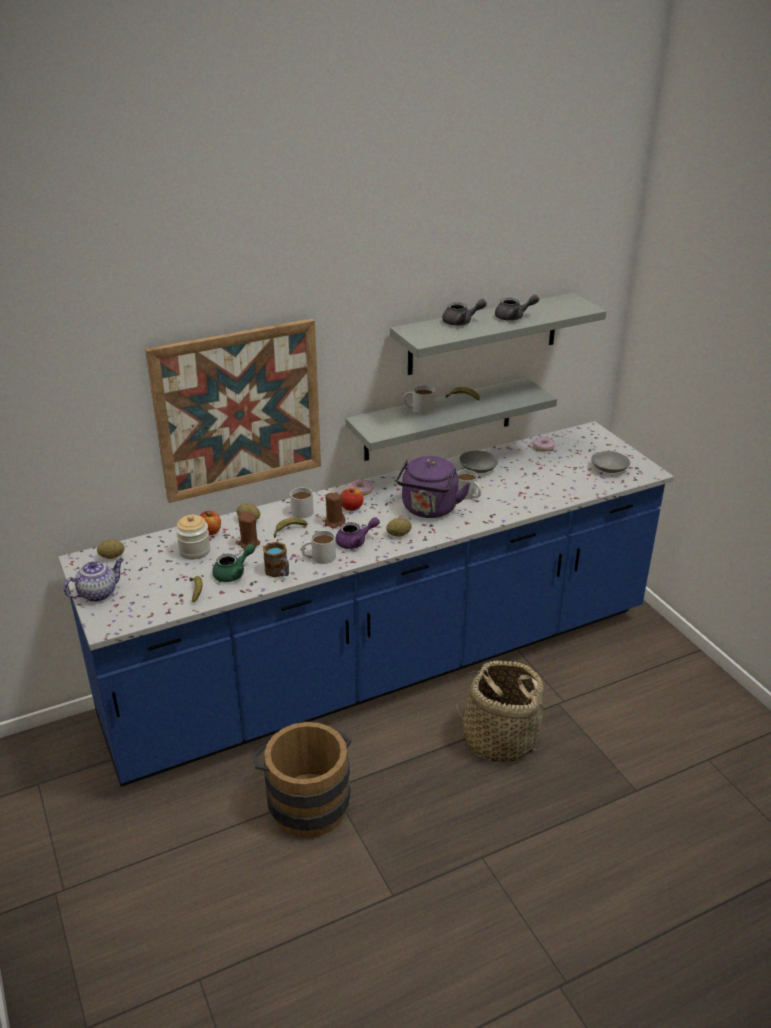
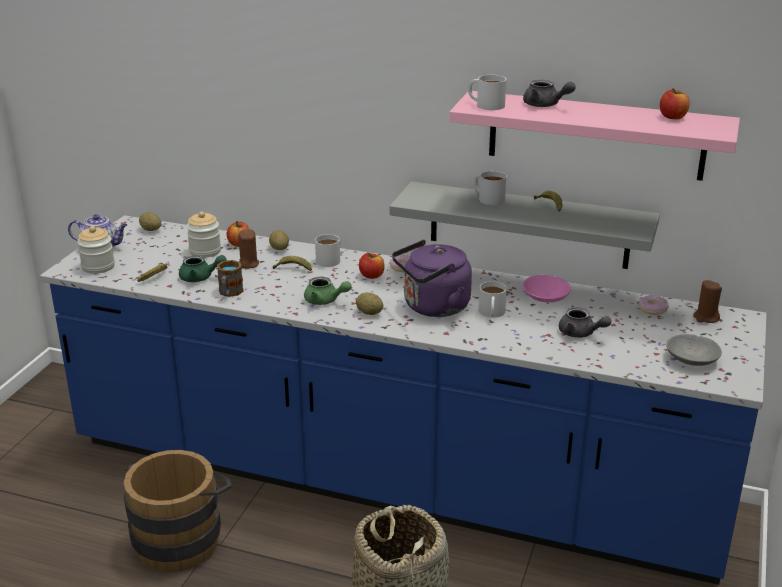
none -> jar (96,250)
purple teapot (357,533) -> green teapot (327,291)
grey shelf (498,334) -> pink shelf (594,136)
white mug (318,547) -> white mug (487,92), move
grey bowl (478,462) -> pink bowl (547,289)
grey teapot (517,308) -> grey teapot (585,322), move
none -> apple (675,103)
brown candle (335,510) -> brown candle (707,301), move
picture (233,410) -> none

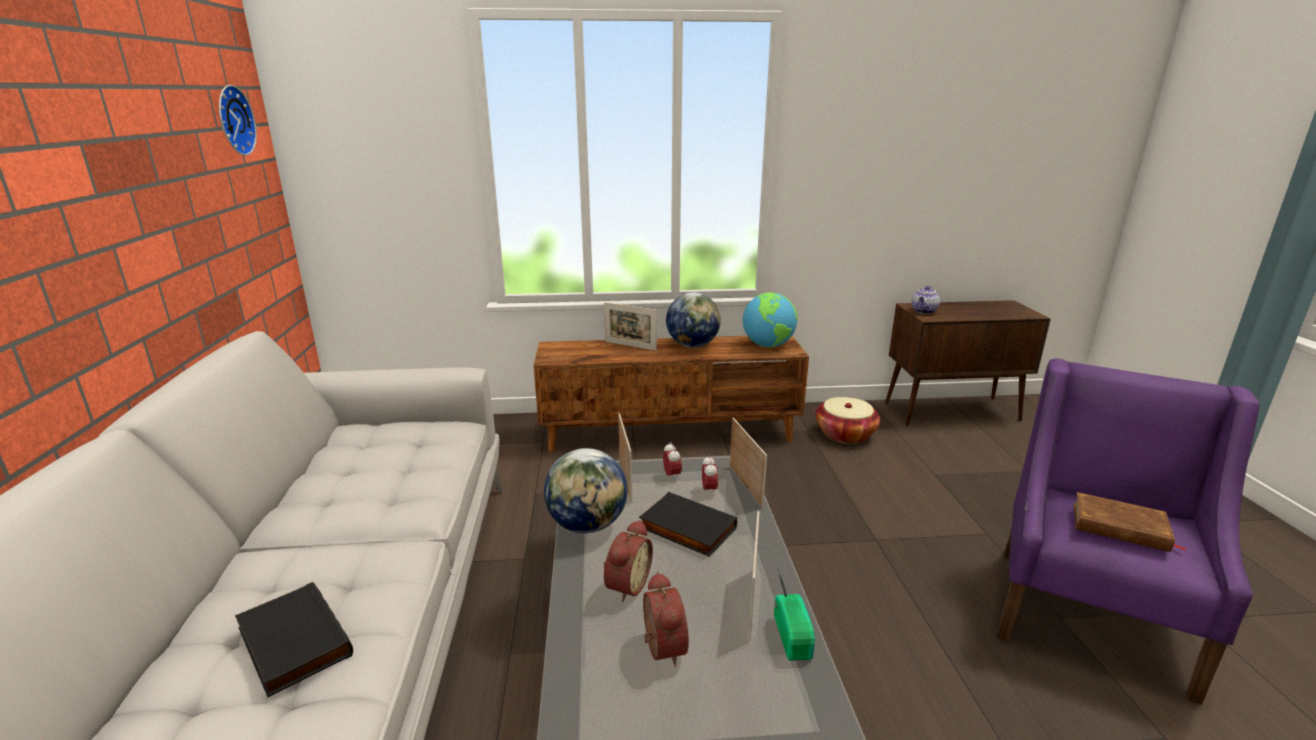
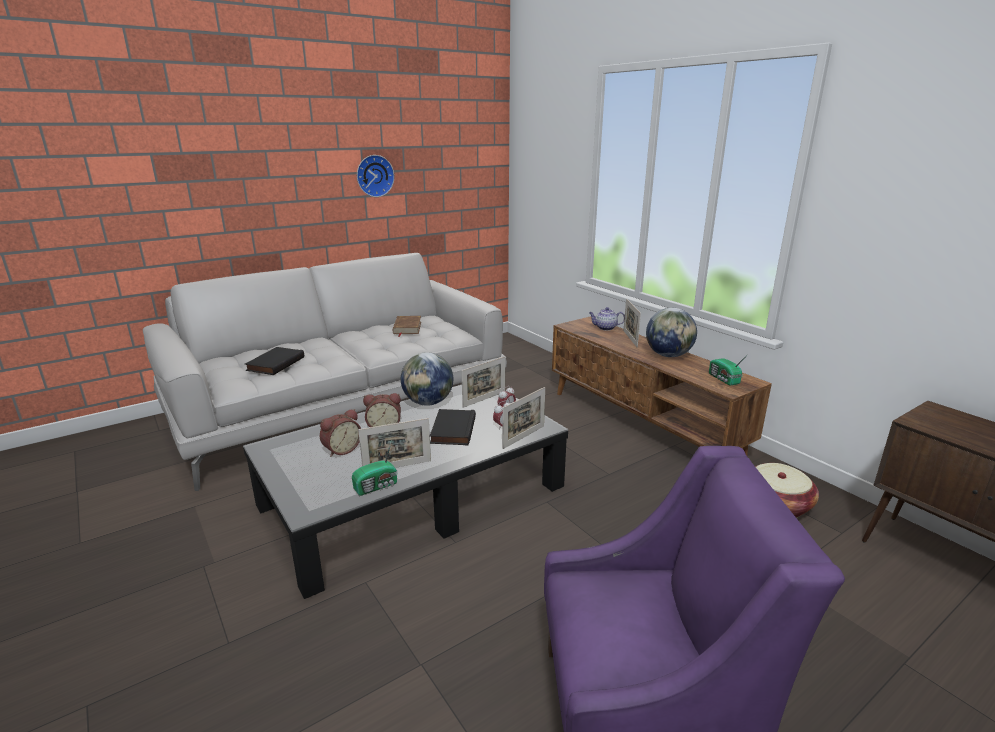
wall clock (238,120) -> wall clock (376,176), move
brown book (1130,522) -> brown book (407,326), move
teapot (925,300) -> teapot (607,319), move
globe (770,320) -> radio (728,369)

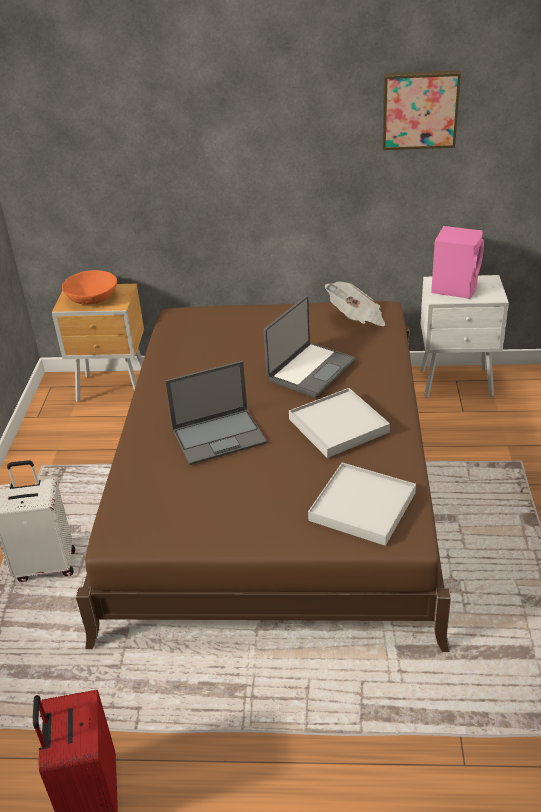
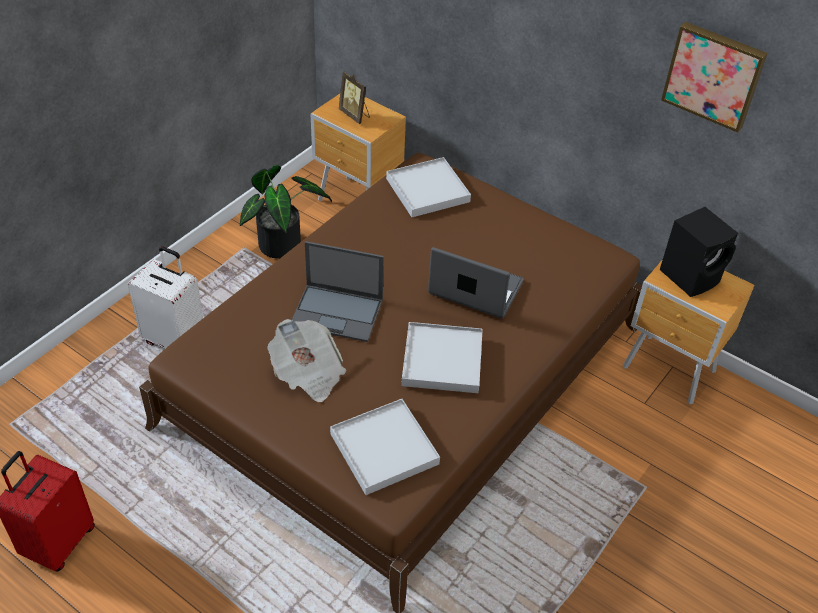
none -> potted plant (286,212)
newspaper (355,304) -> newspaper (306,360), move
orange bowl (89,287) -> picture frame (354,97)
none -> white tray (428,187)
laptop (309,347) -> laptop (475,283), 135 degrees counterclockwise
white nightstand (464,336) -> brown nightstand (689,331)
pink speaker (457,262) -> black speaker (699,252)

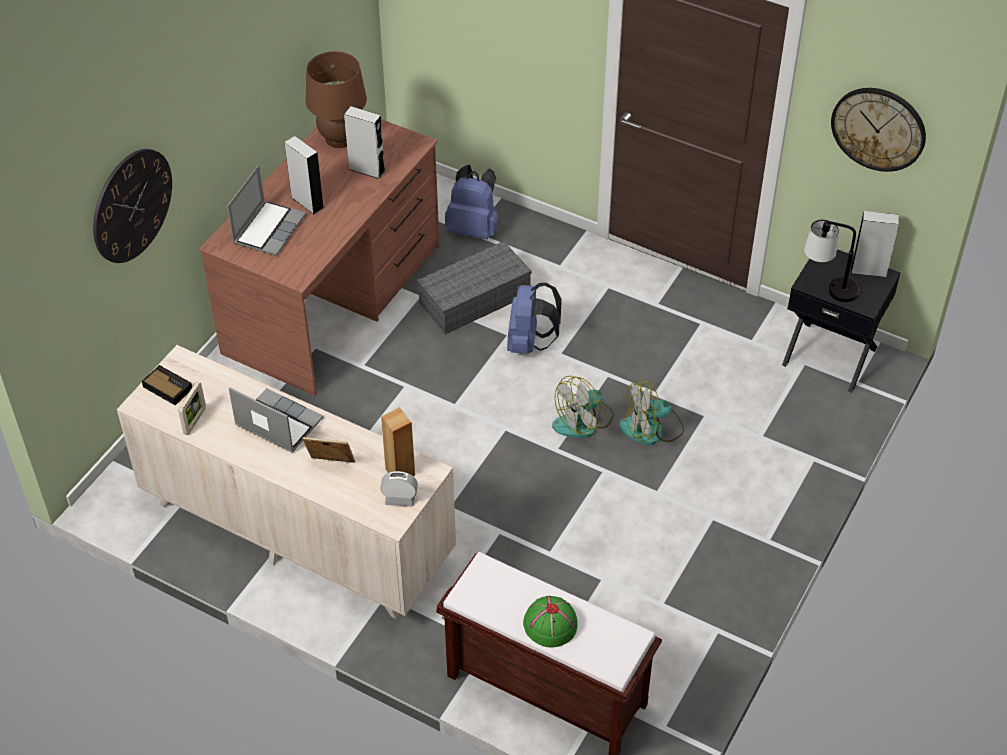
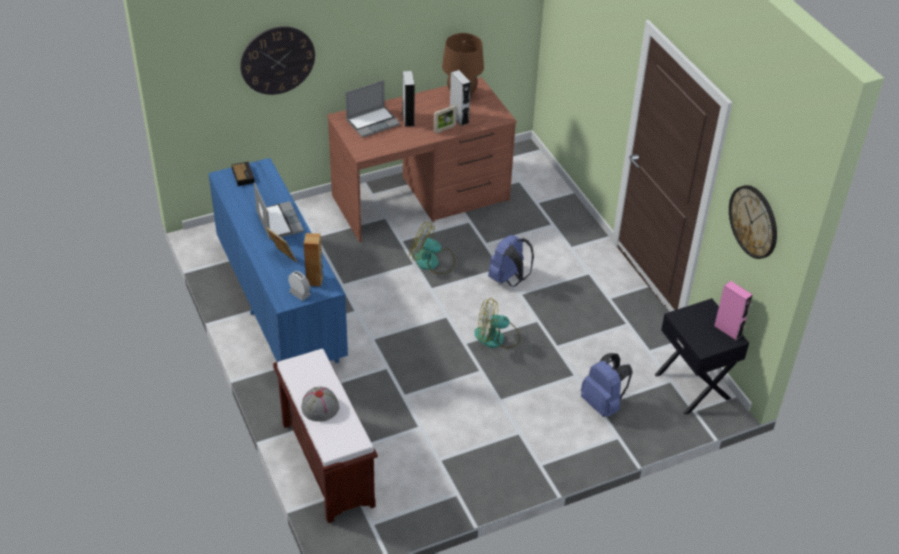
beige dresser (286,482) -> blue dresser (278,260)
green hat (550,621) -> grey hat (320,404)
fan (651,411) -> fan (432,248), move
picture frame (192,408) -> picture frame (445,119), move
blue backpack (471,201) -> blue backpack (607,385), move
grey speaker (875,244) -> pink speaker (733,311)
grey storage box (474,287) -> none
table lamp (832,260) -> none

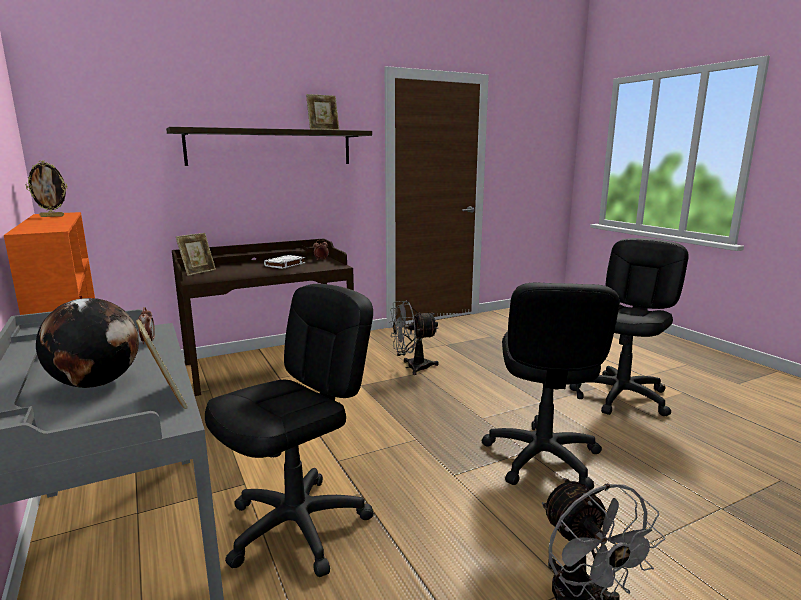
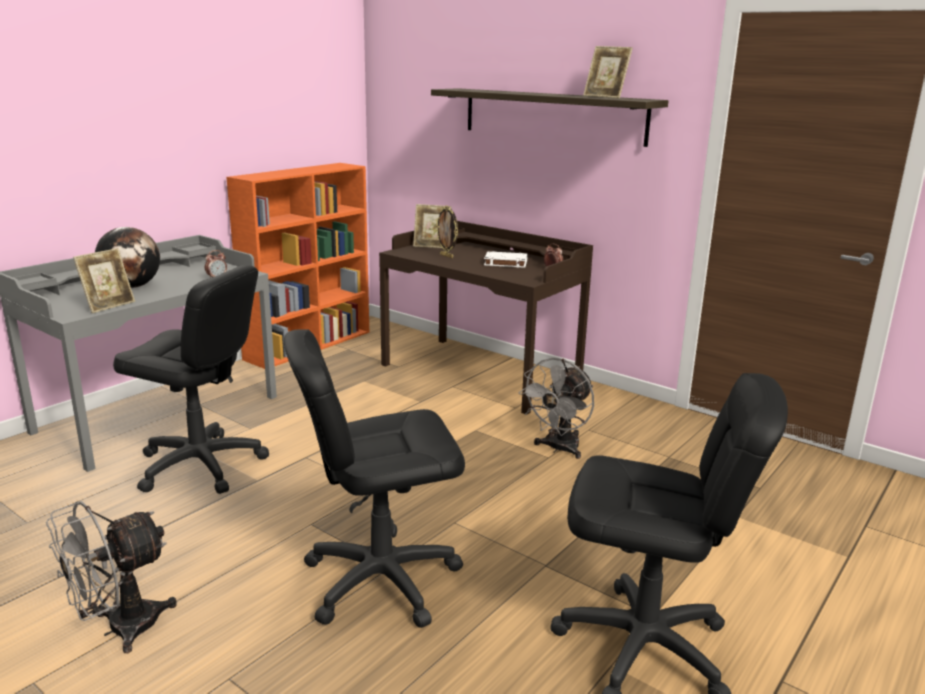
picture frame (46,189) -> picture frame (447,232), move
grey fan (414,337) -> grey fan (556,408), 105 degrees counterclockwise

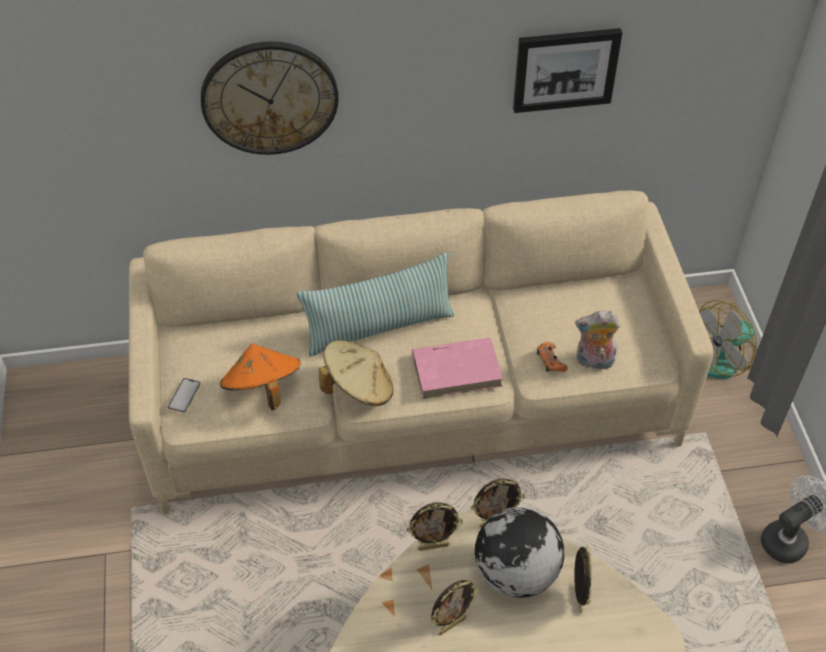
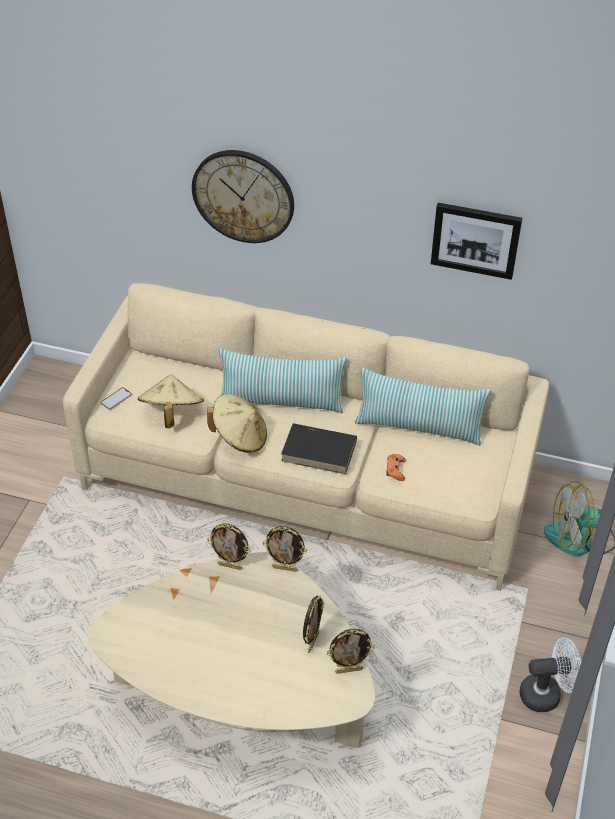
orange hat (260,376) -> beige hat (171,401)
pink book (457,368) -> black book (319,448)
picture frame (454,607) -> picture frame (351,651), move
none -> pillow (423,407)
globe (519,552) -> none
plush toy (597,340) -> none

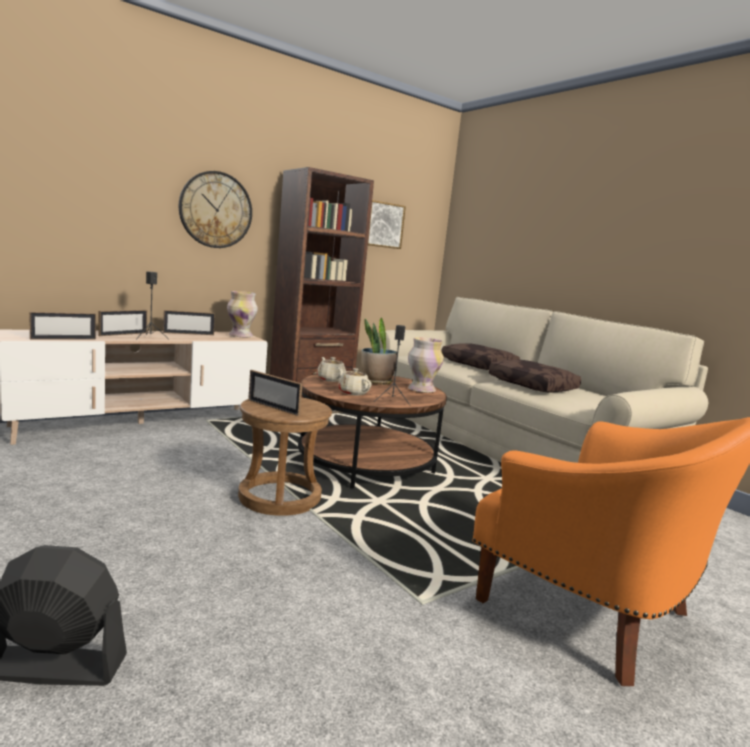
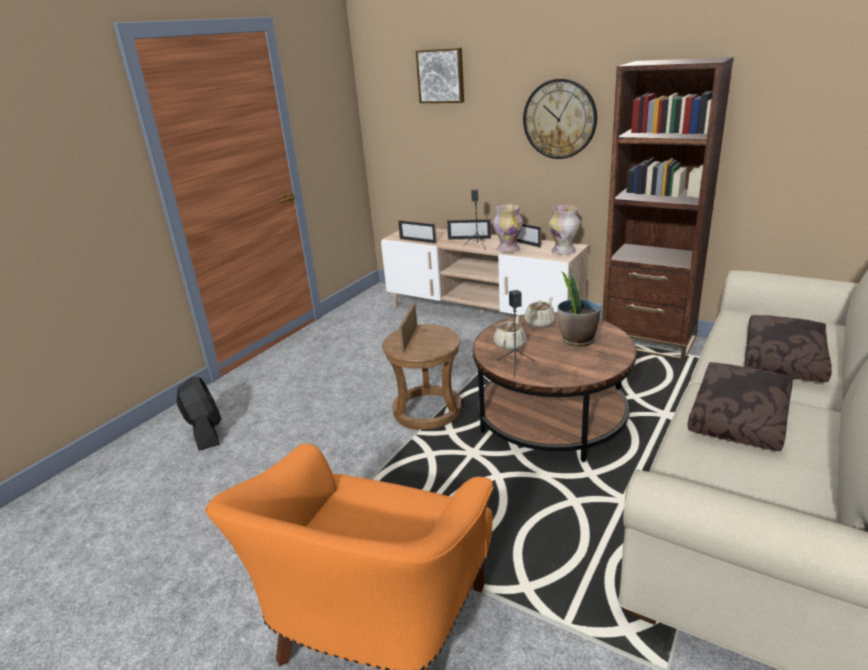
picture (387,224) -> picture (440,75), move
vase (426,365) -> vase (508,228), move

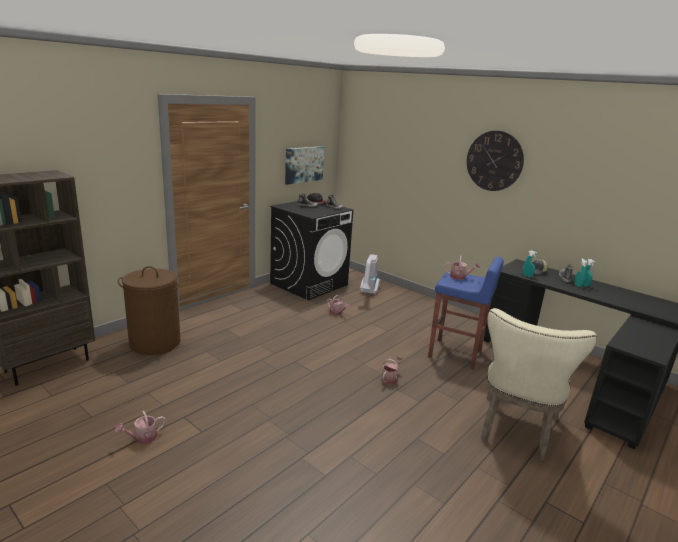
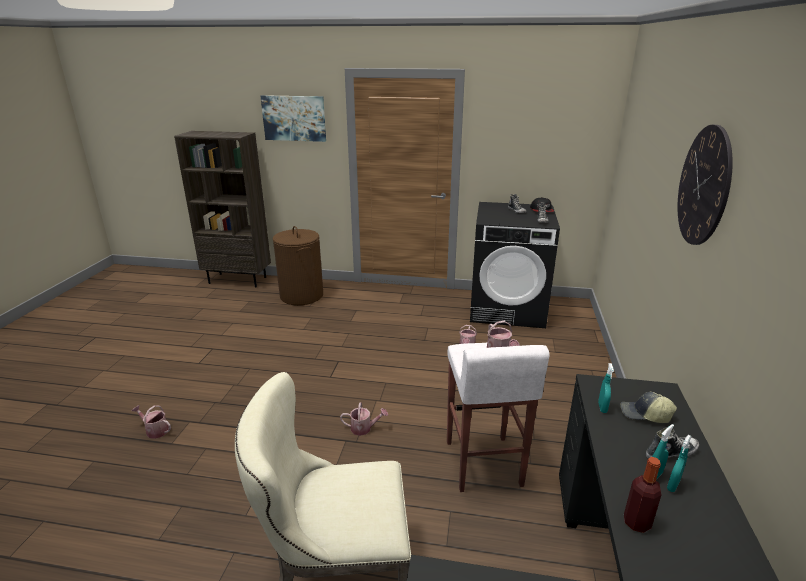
watering can (140,427) -> watering can (151,422), move
picture (304,165) -> picture (293,118), move
blue stool (466,313) -> white stool (498,417)
none -> bottle (642,495)
vacuum cleaner (370,274) -> none

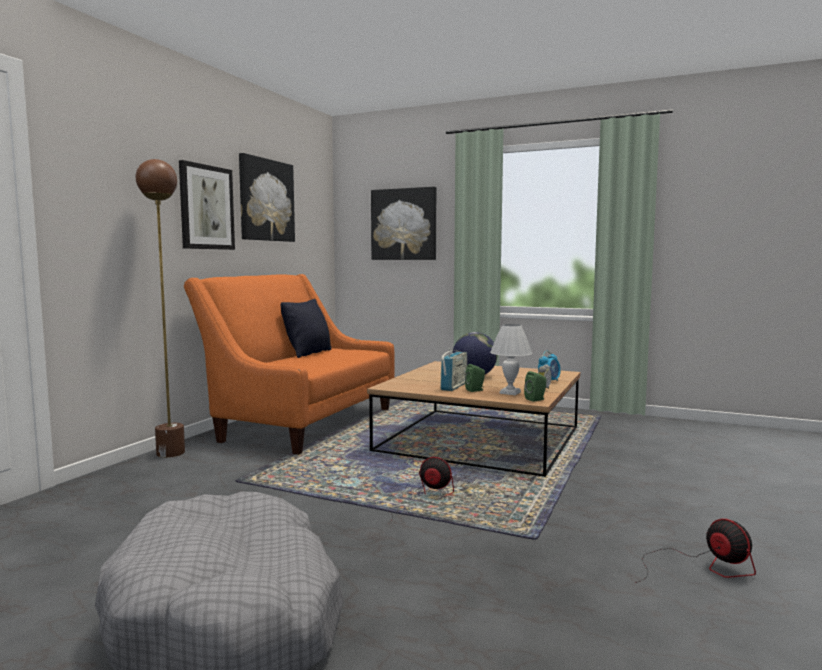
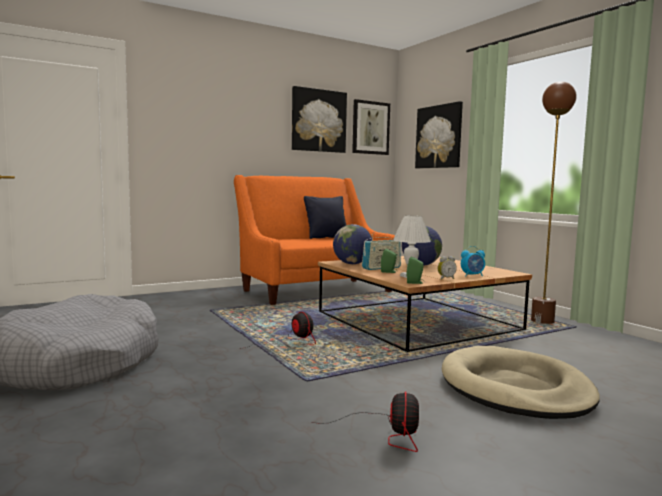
none -> globe (352,244)
picture (207,205) -> picture (371,127), move
none -> beige dog bed (521,382)
brown floor lamp (160,308) -> brown floor lamp (554,203), move

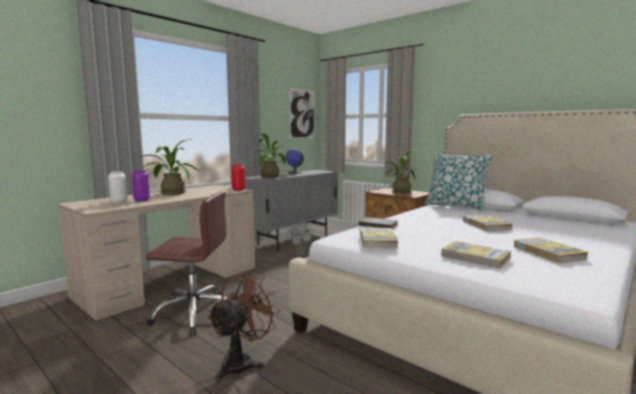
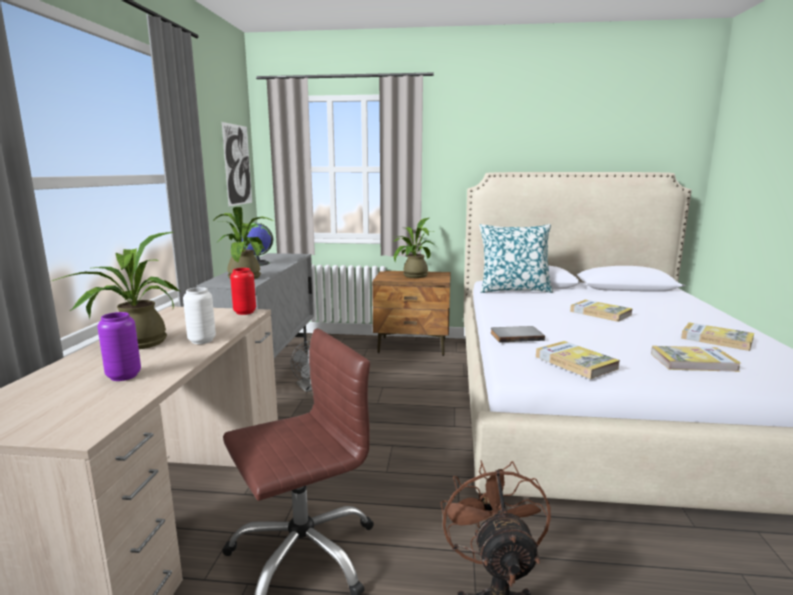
white vase (117,188) -> white vase (199,315), move

